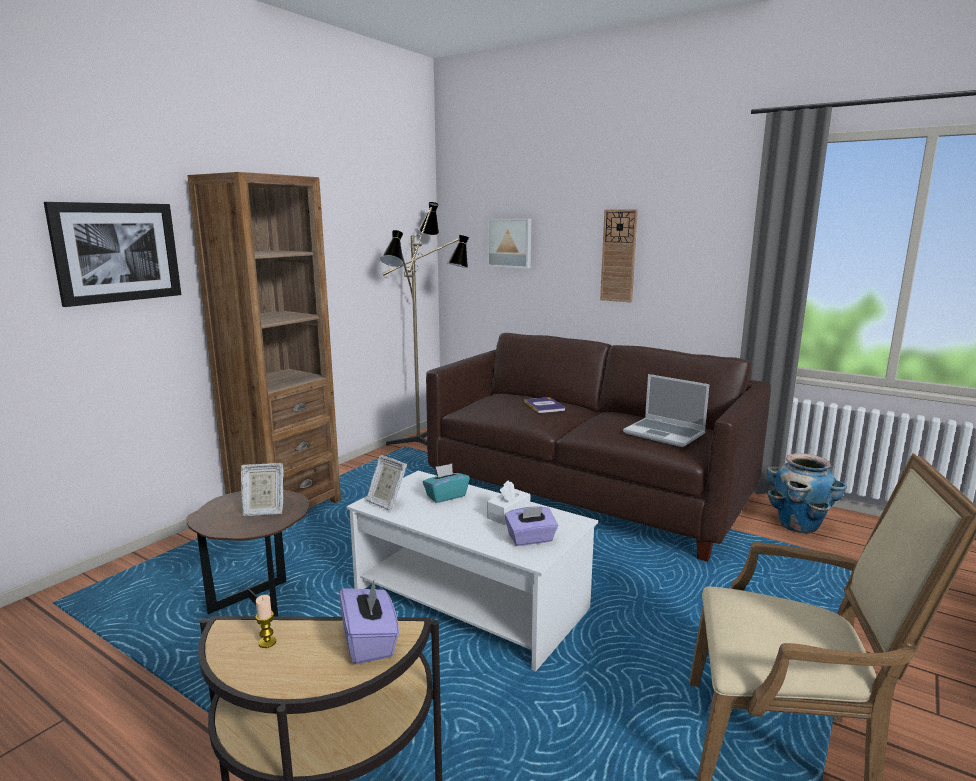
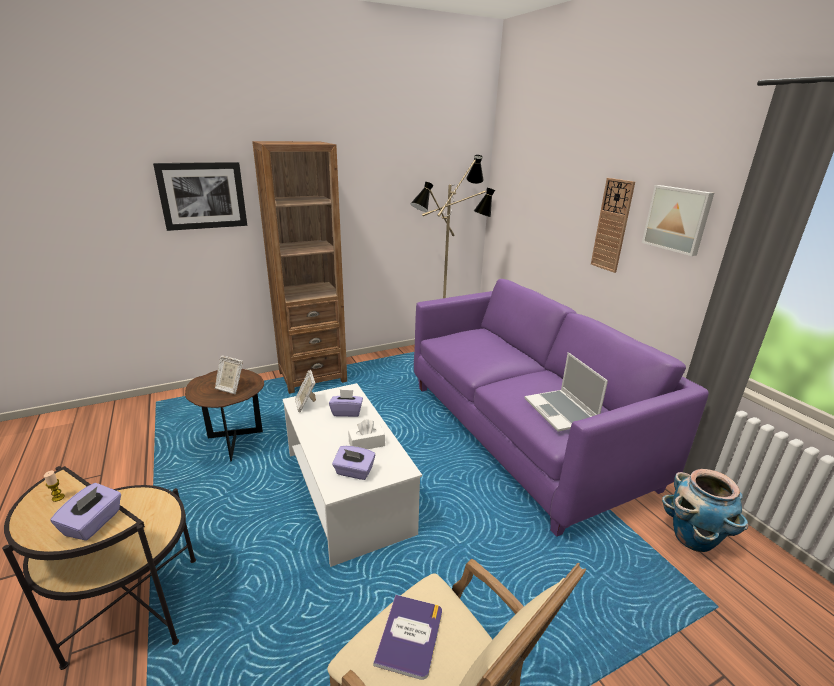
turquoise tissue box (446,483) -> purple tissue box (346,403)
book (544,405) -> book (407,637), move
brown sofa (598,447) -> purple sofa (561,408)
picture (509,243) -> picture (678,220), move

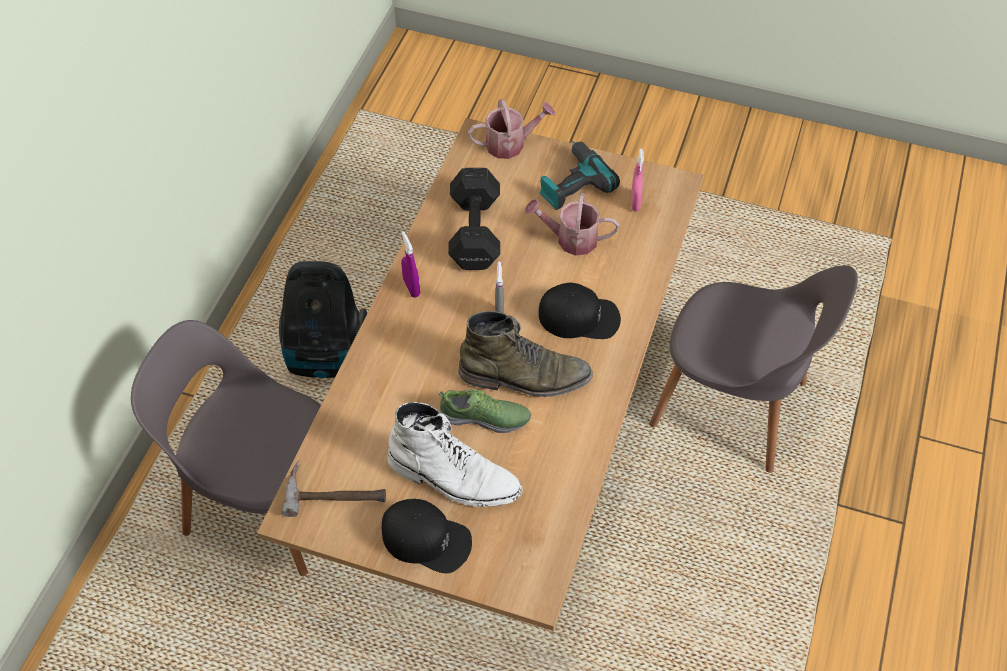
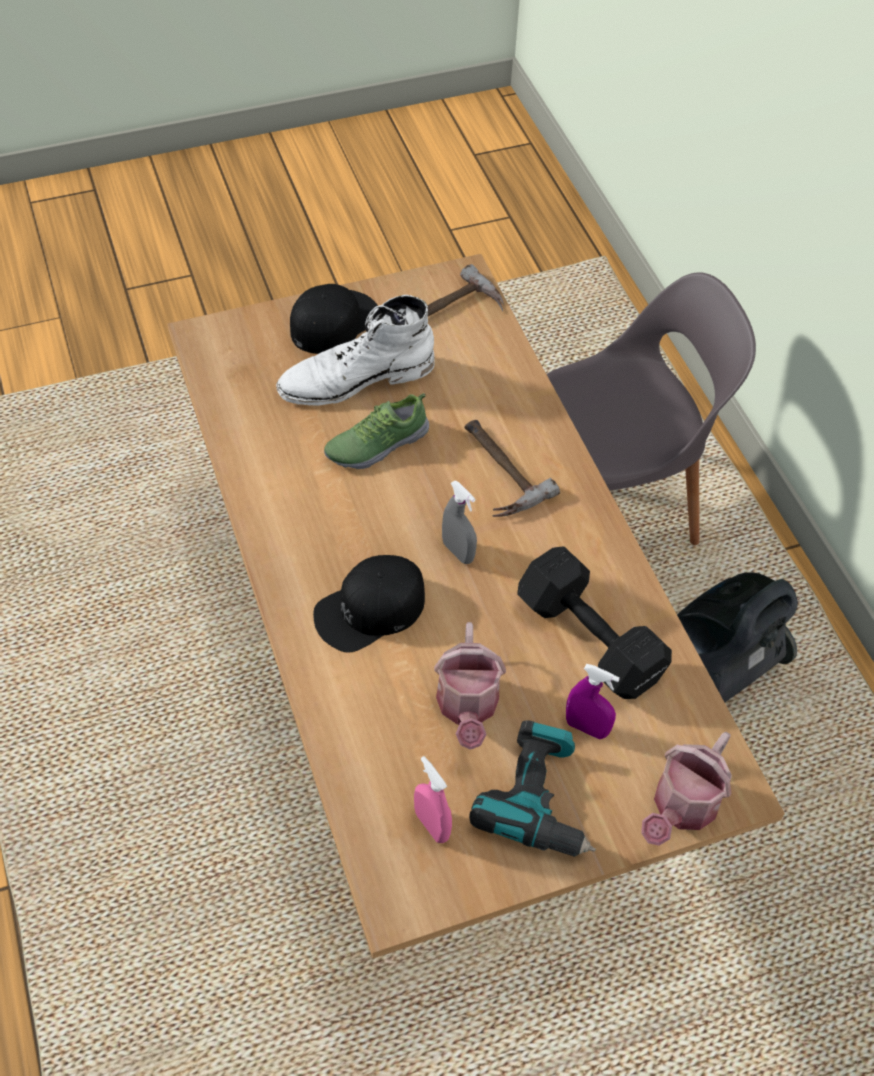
black cap (427,536) -> black cap (334,319), 150 degrees clockwise
watering can (571,224) -> watering can (470,686), 120 degrees clockwise
none -> hammer (512,468)
purple spray bottle (410,264) -> purple spray bottle (593,701), move
green boot (526,354) -> none
grey chair (753,369) -> none

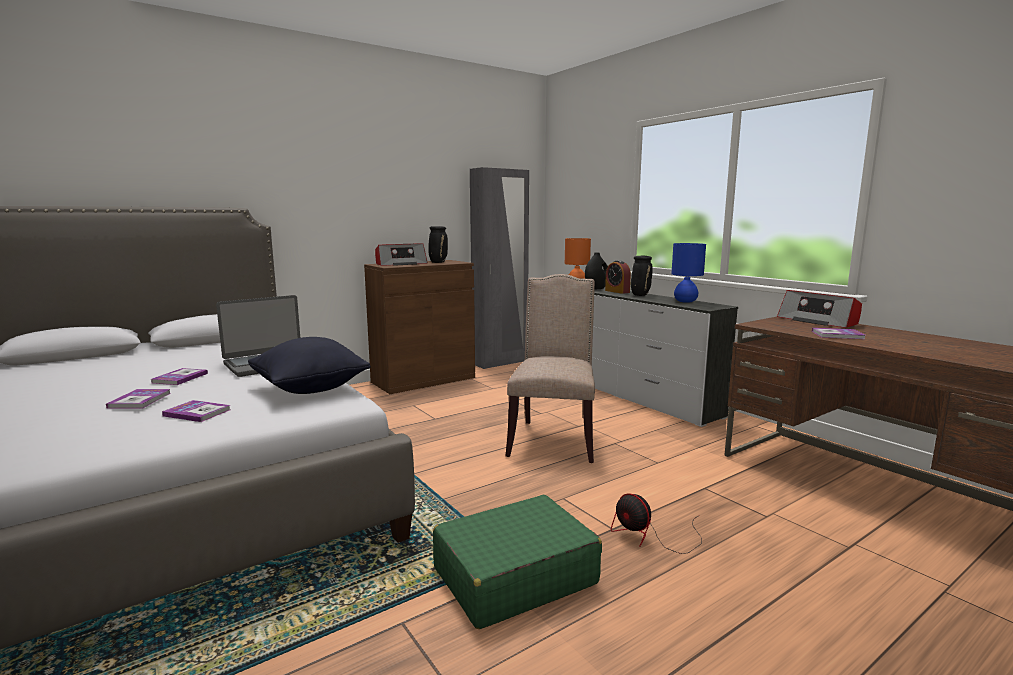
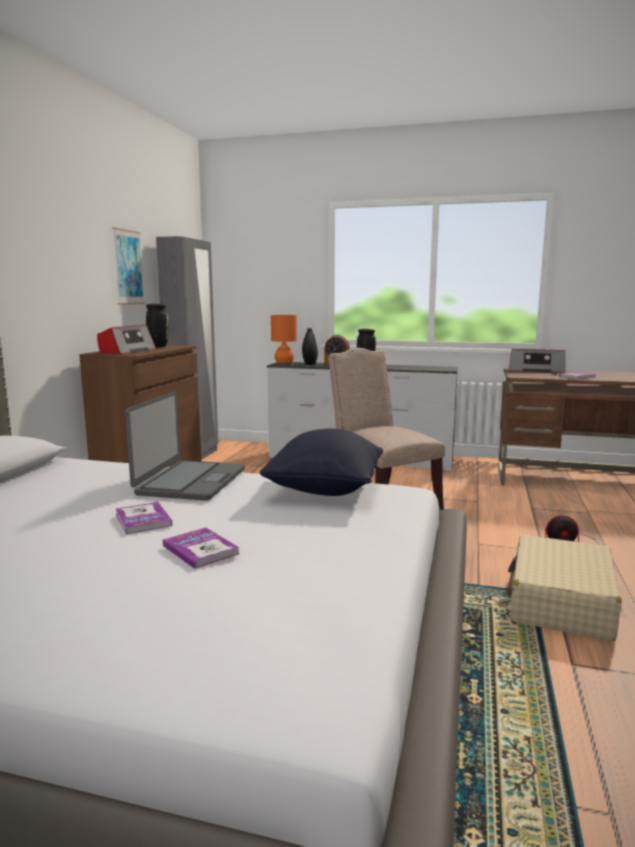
none -> picture (128,266)
green suitcase (517,562) -> beige suitcase (564,587)
book (196,411) -> none
blue table lamp (688,273) -> none

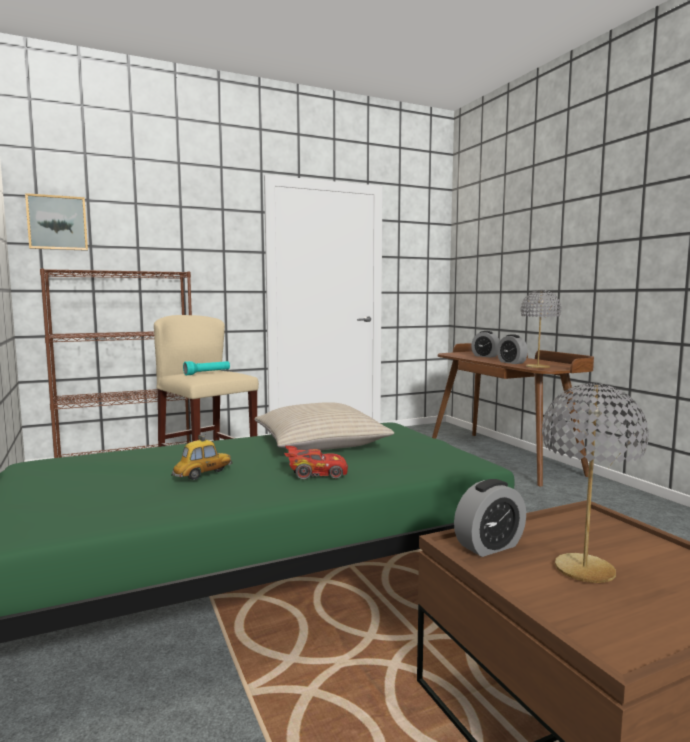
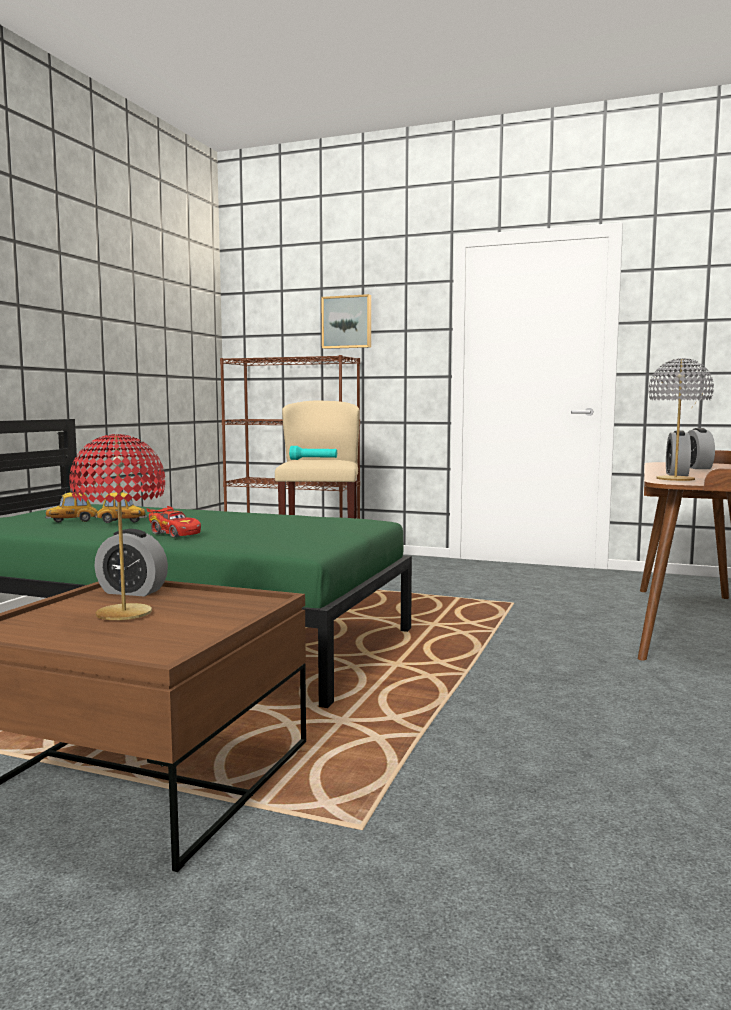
none -> toy car (71,505)
grey table lamp (595,483) -> red table lamp (117,527)
picture (56,222) -> picture (346,321), move
beige pillow (324,426) -> none

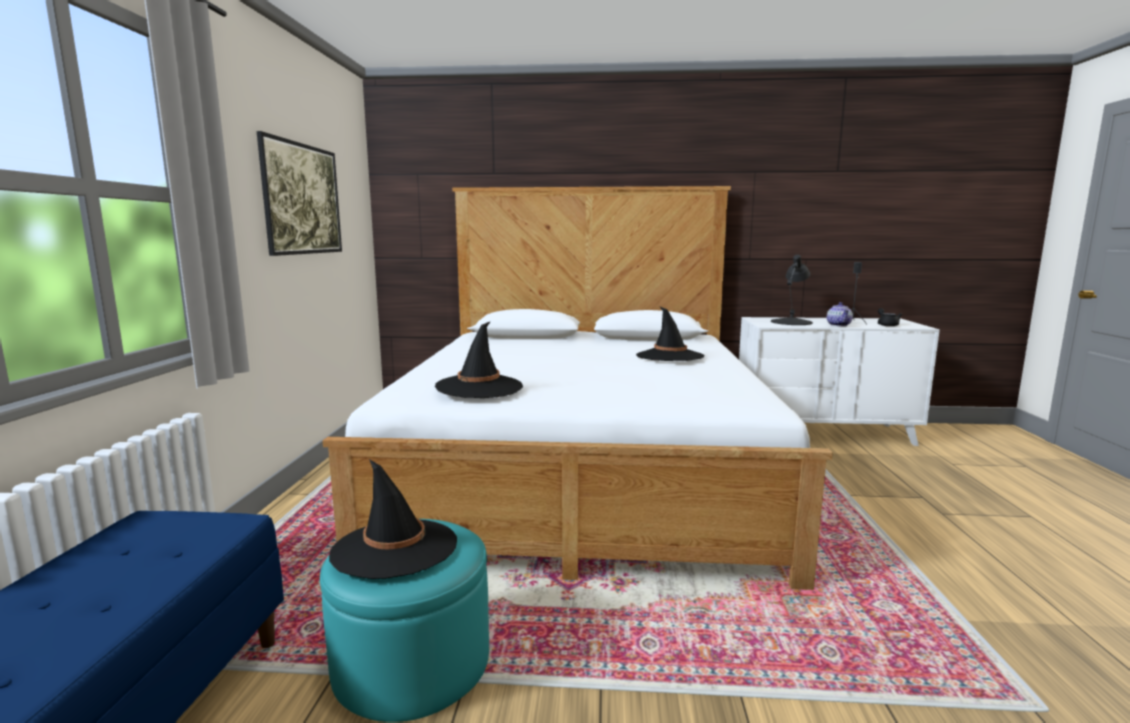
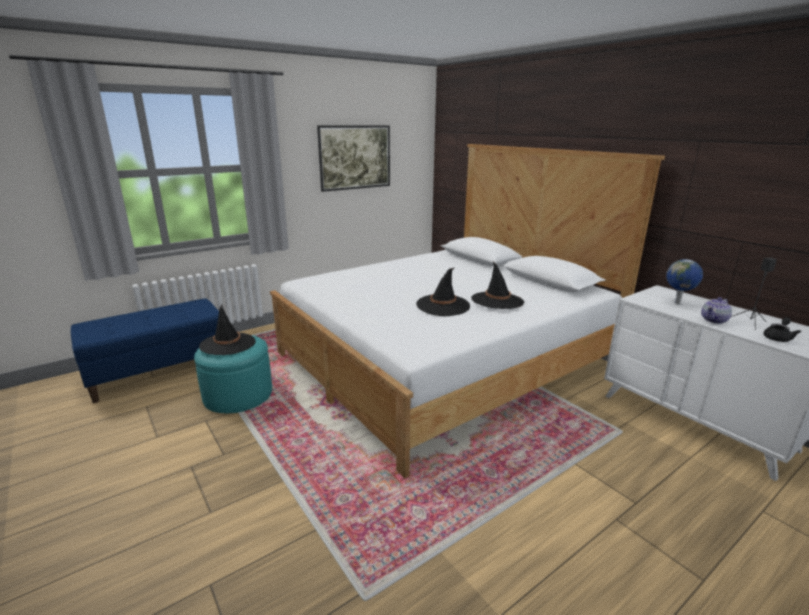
black hat (479,359) -> black hat (443,292), move
black table lamp (792,290) -> globe (684,281)

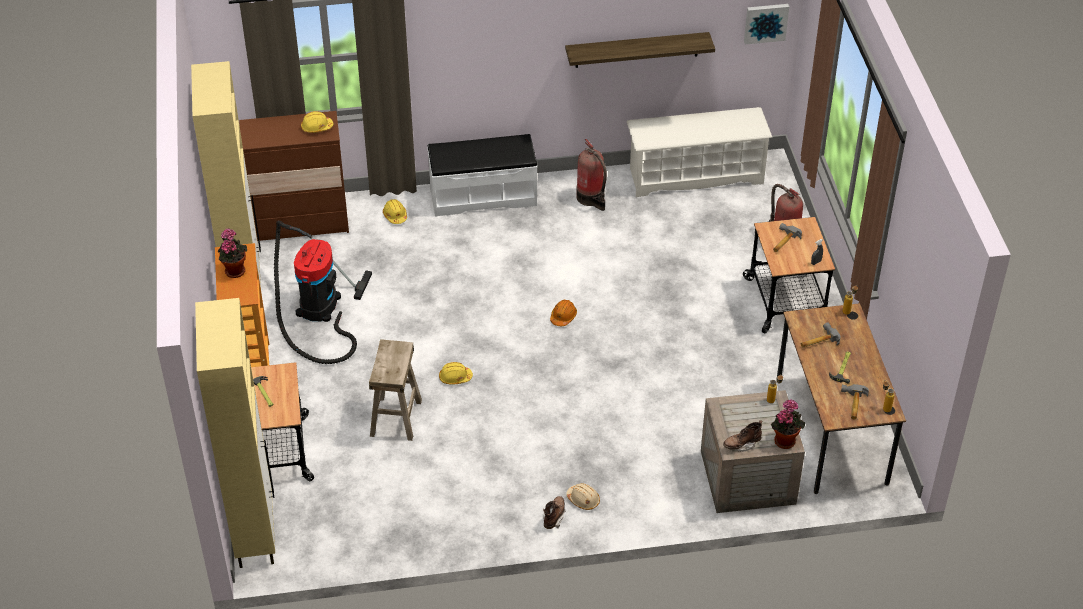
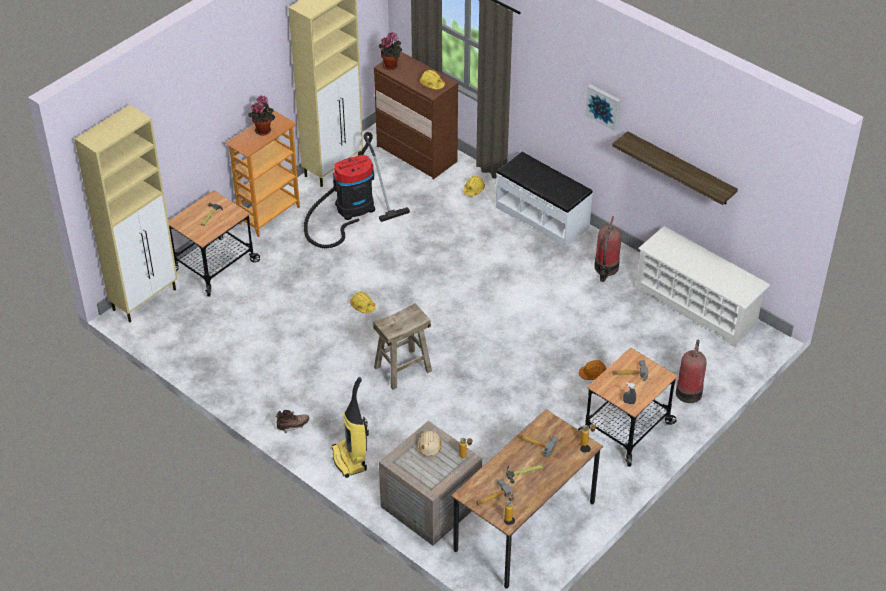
none -> vacuum cleaner (350,427)
beige stool (395,390) -> beige stool (402,346), move
potted plant (788,424) -> potted plant (390,51), move
beige hard hat (583,496) -> beige hard hat (429,443), move
orange hard hat (563,313) -> orange hard hat (593,370), move
picture (766,24) -> picture (603,107), move
brown boot (743,436) -> none

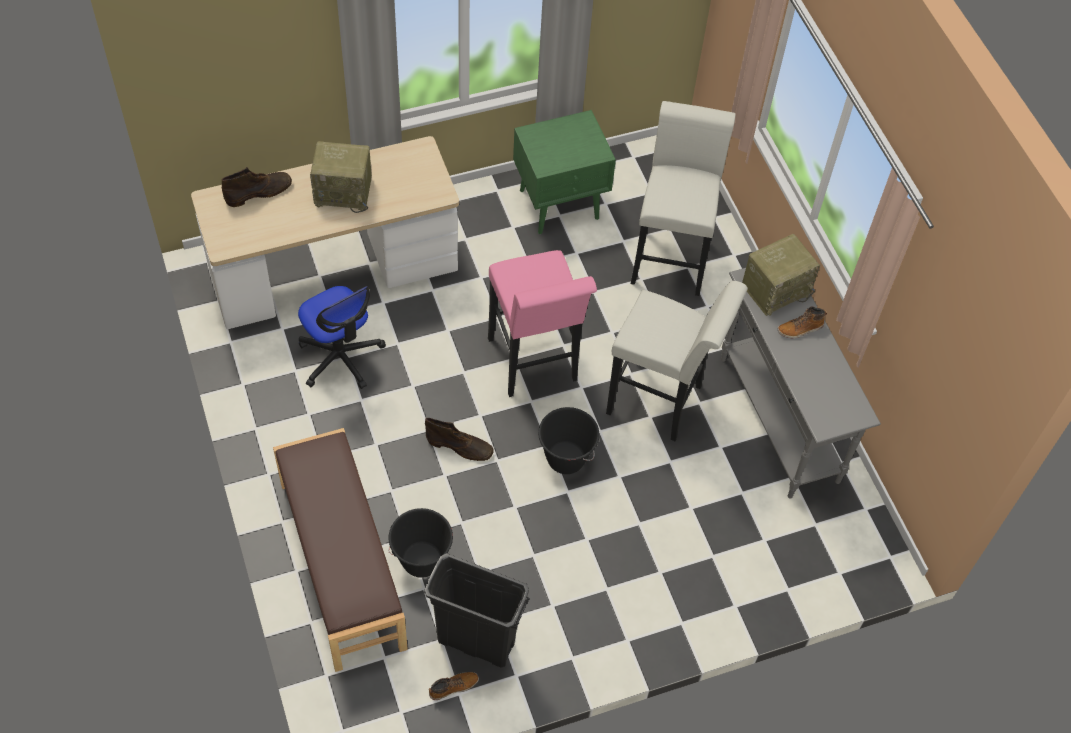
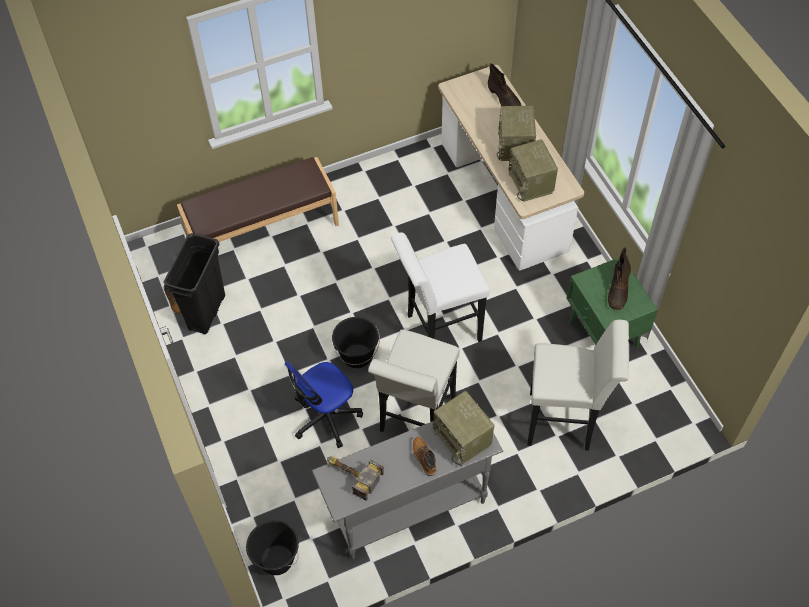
black bucket (420,543) -> black bucket (272,547), move
office chair (342,337) -> office chair (324,405), move
none -> hammer (355,478)
pink stool (542,323) -> white stool (440,287)
none -> radio (533,170)
brown boot (459,439) -> brown boot (619,278), move

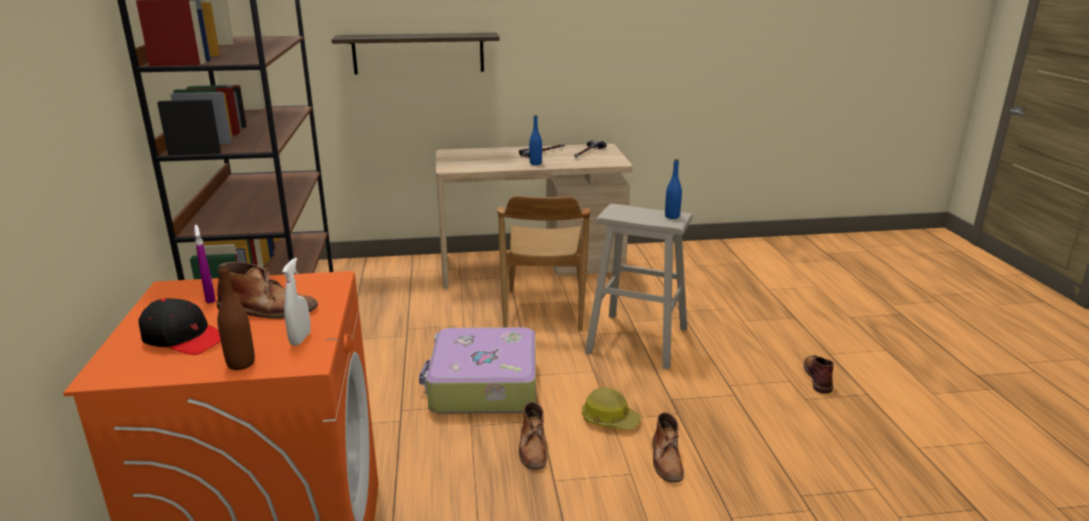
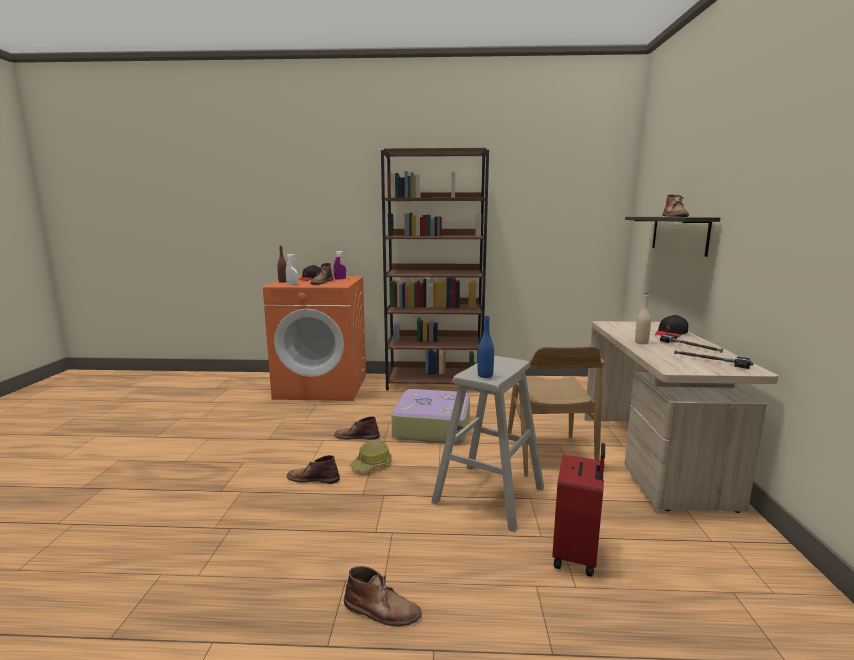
brown chair (543,263) -> brown chair (556,411), 105 degrees counterclockwise
none -> red suitcase (578,510)
blue bottle (535,140) -> beige bottle (643,318)
none -> black cap (671,326)
none -> brown boot (675,205)

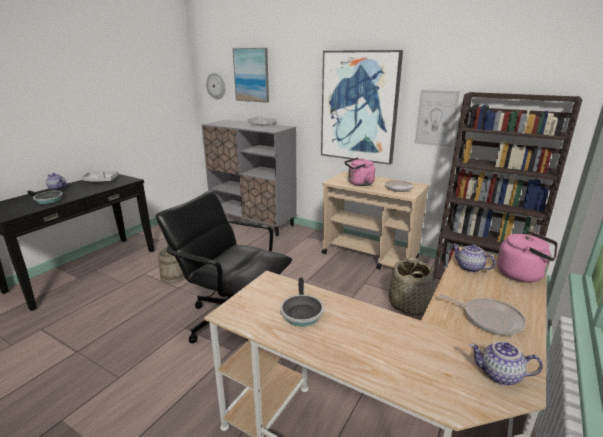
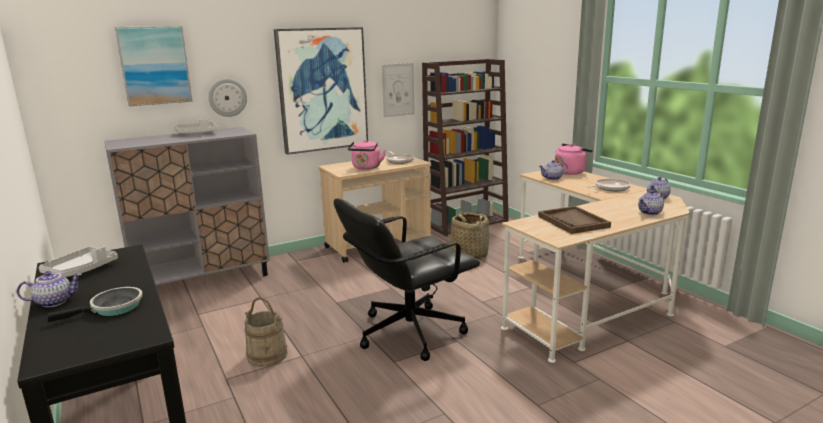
wall clock (216,86) -> wall clock (227,98), move
frying pan (302,302) -> brown tray (574,220)
none -> teapot (651,202)

